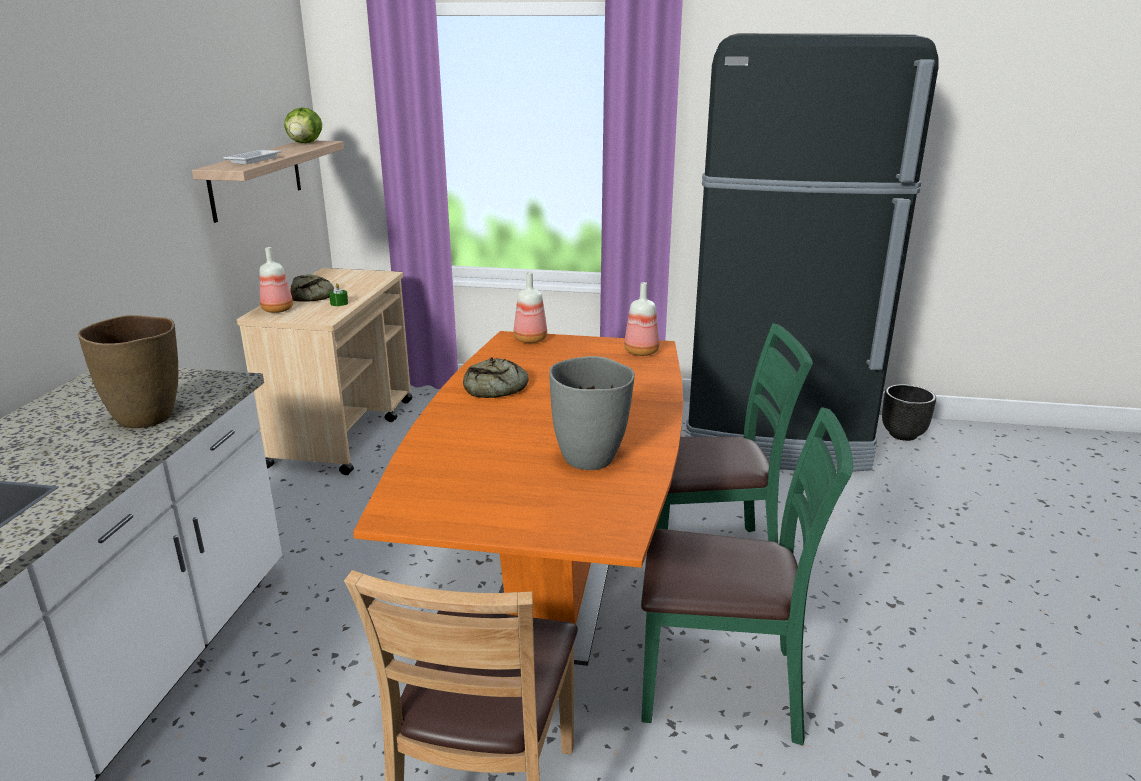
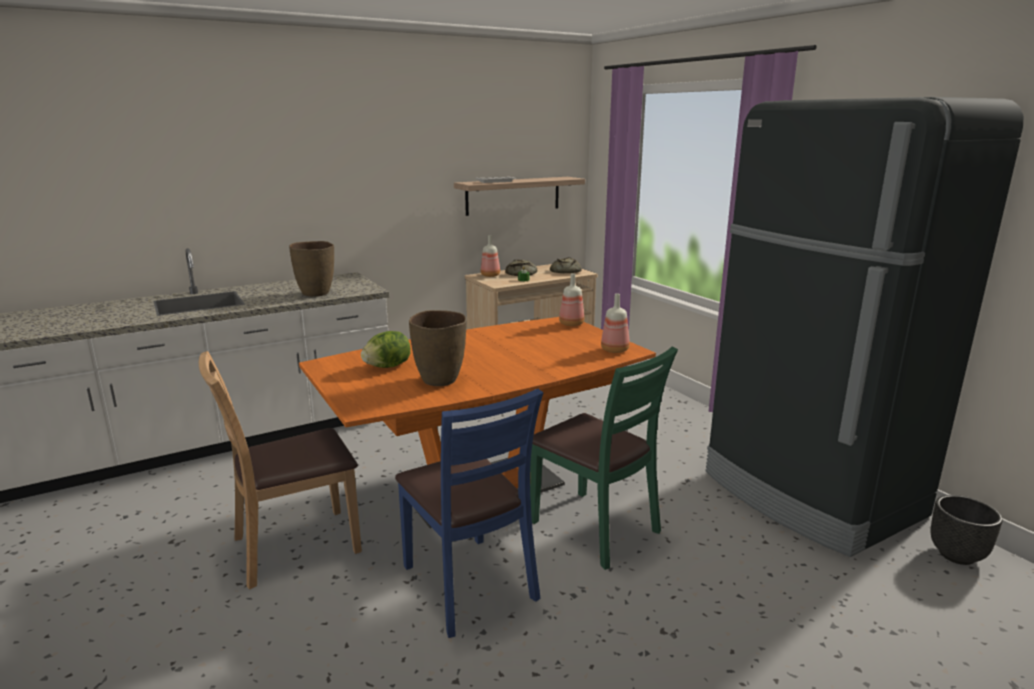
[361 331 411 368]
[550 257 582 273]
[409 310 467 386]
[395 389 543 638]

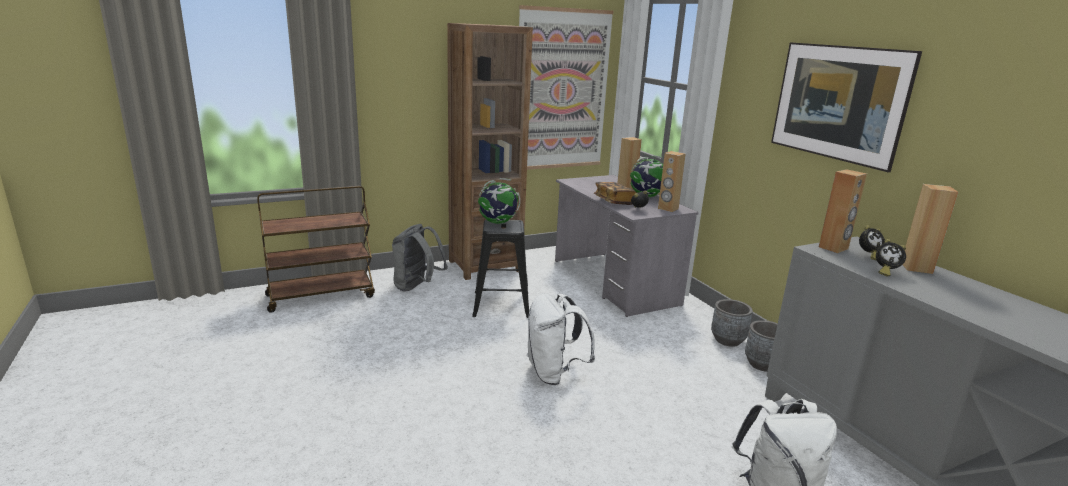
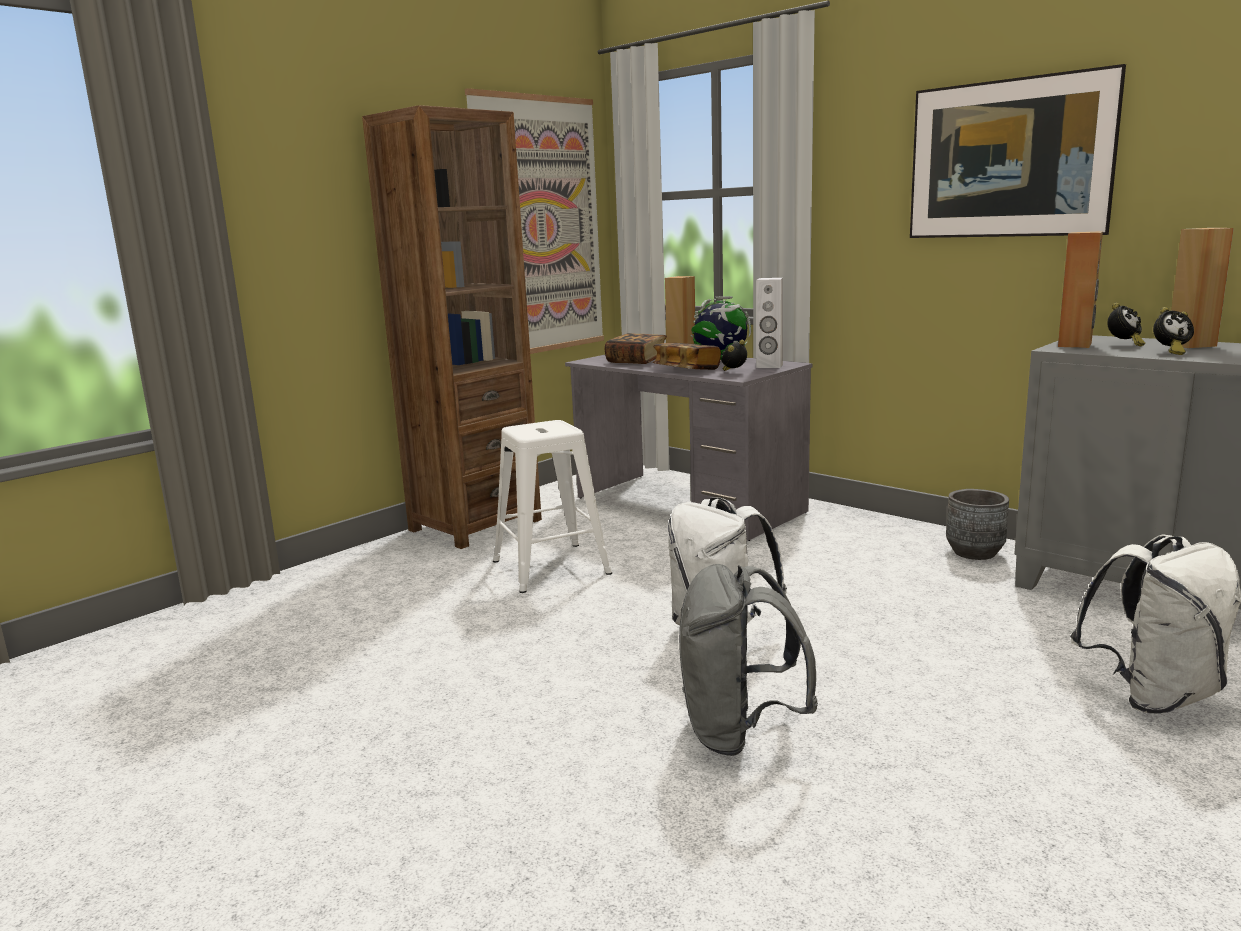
[257 186 375 313] (first image)
[478 178 520 224] (first image)
[711 299 753 347] (first image)
[604 333 667 364]
[679 564 818 756]
[493 420 612 593]
[756 278 783 368]

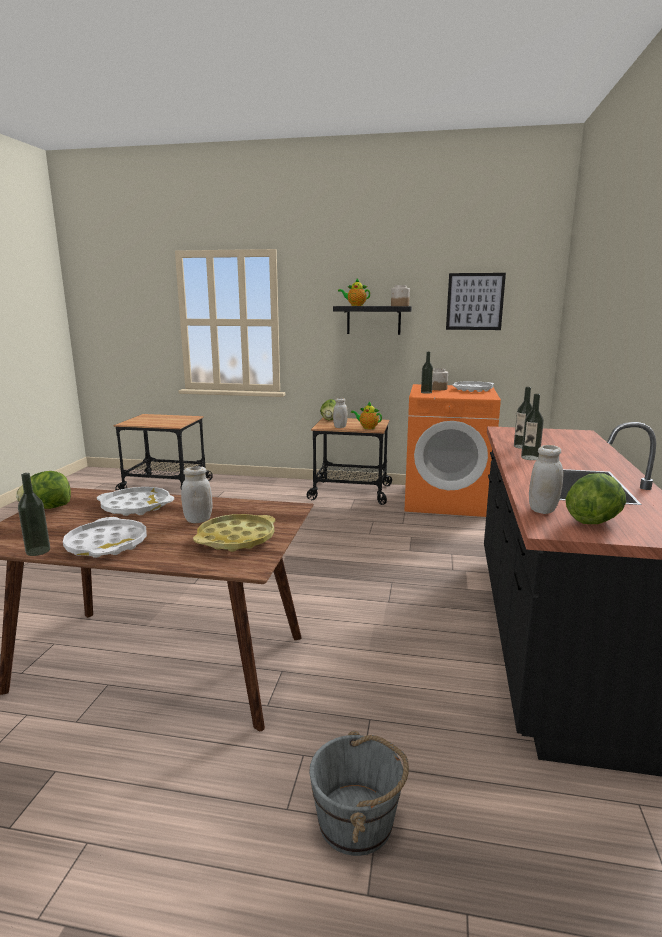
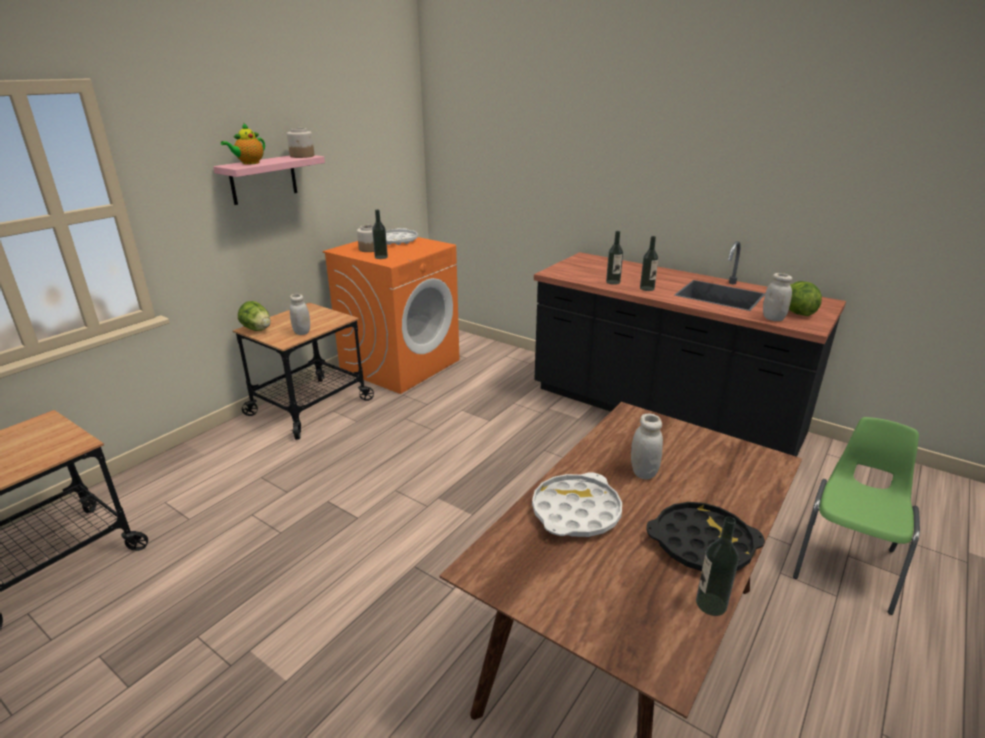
[16 471 71 509] (first image)
[193 514 275 552] (first image)
[351 402 382 429] (first image)
[446 273 506 330] (first image)
[793 417 920 615]
[647 502 765 571]
[213 155 325 205]

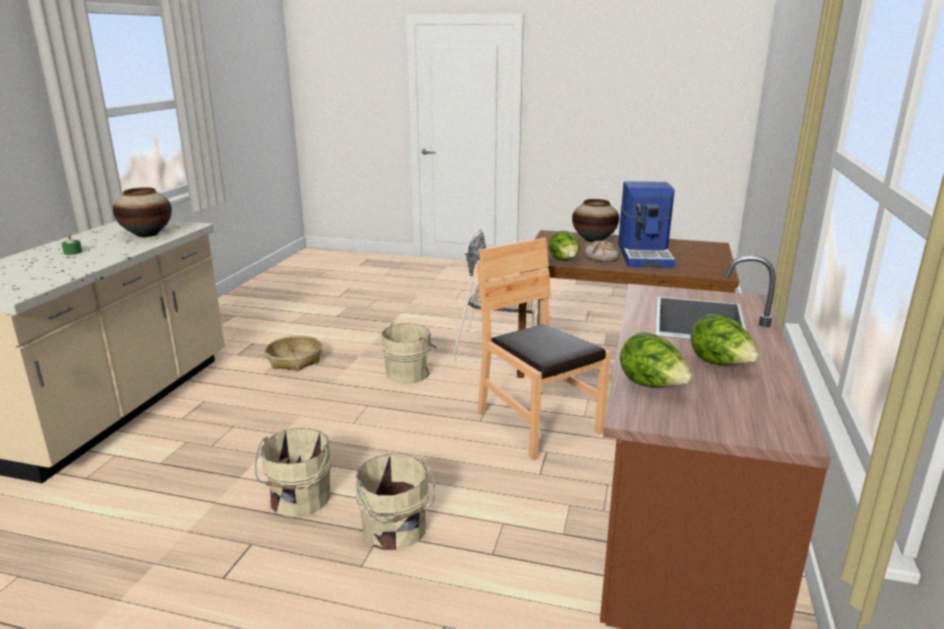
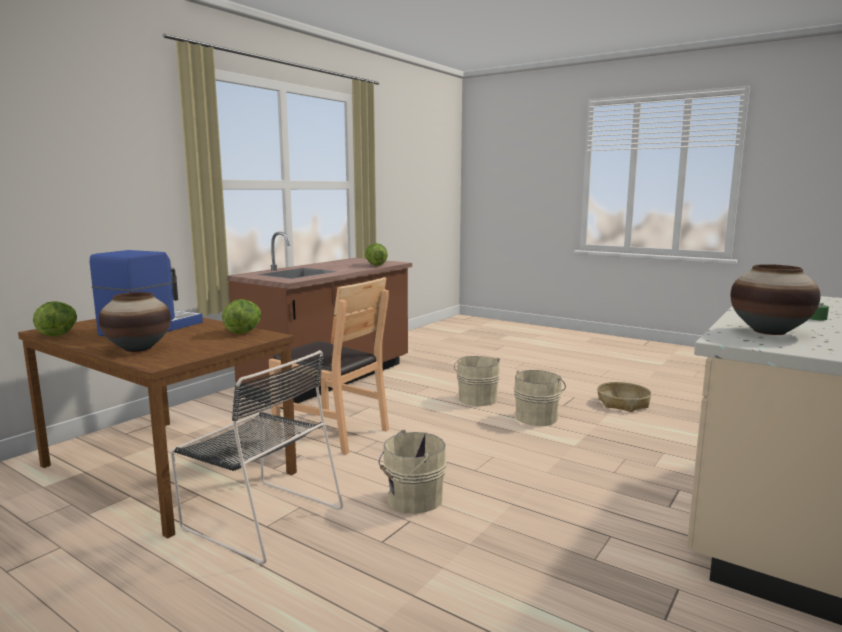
[584 240 620 262] (first image)
[597 382 652 412]
[33 301 77 337]
[269 277 389 455]

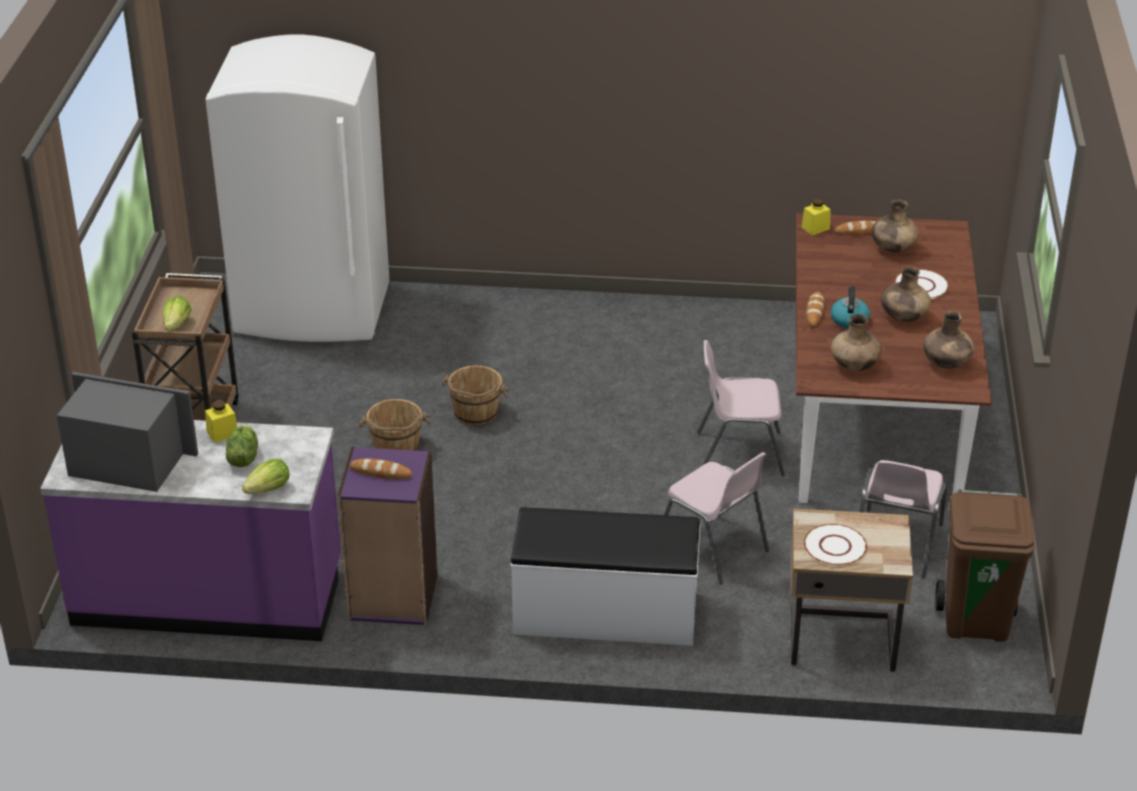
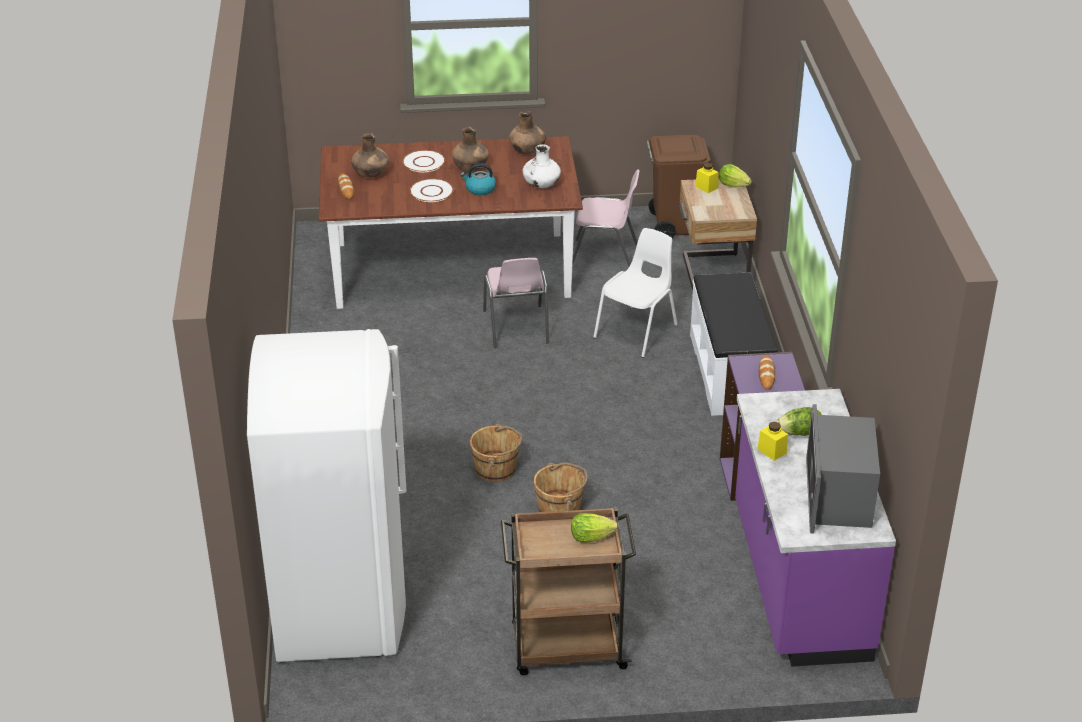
[806 292 825 327] (first image)
[719 164 752 187]
[695 163 719 193]
[410 179 454 202]
[593 228 678 358]
[522 144 561 188]

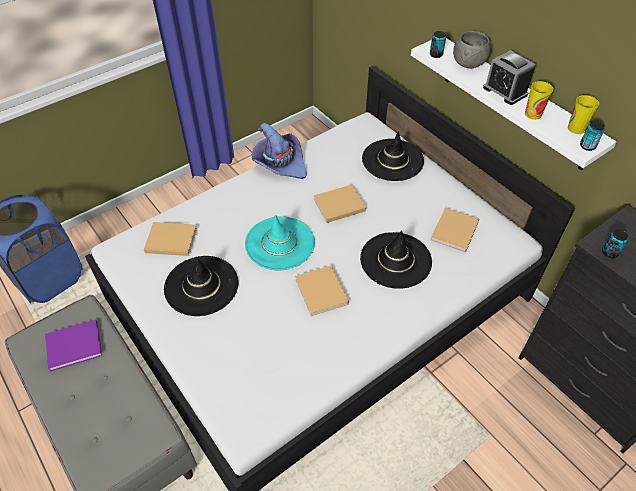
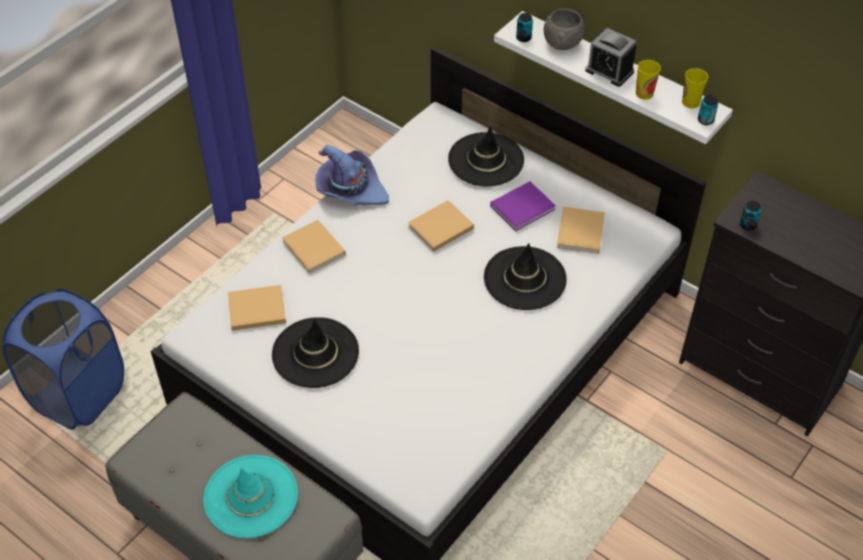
[490 181 556 231]
[203 455 298 538]
[282 220 346 274]

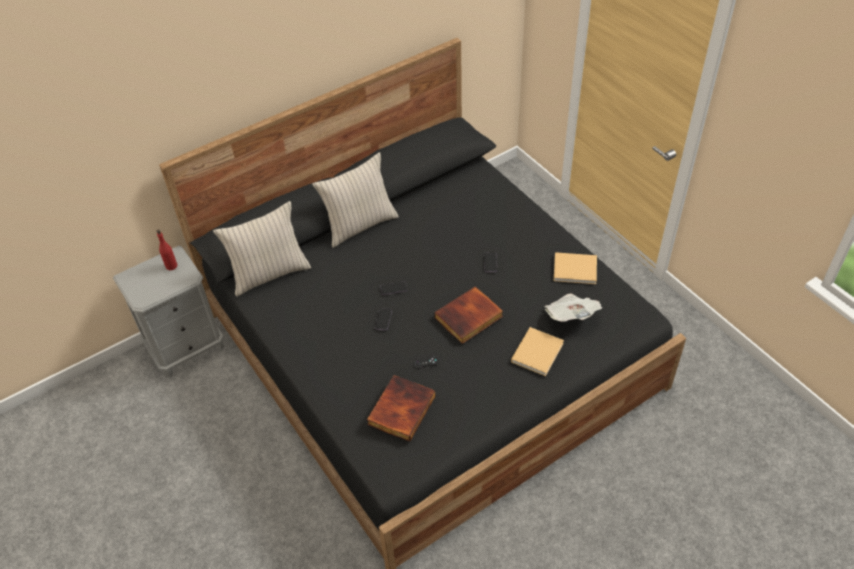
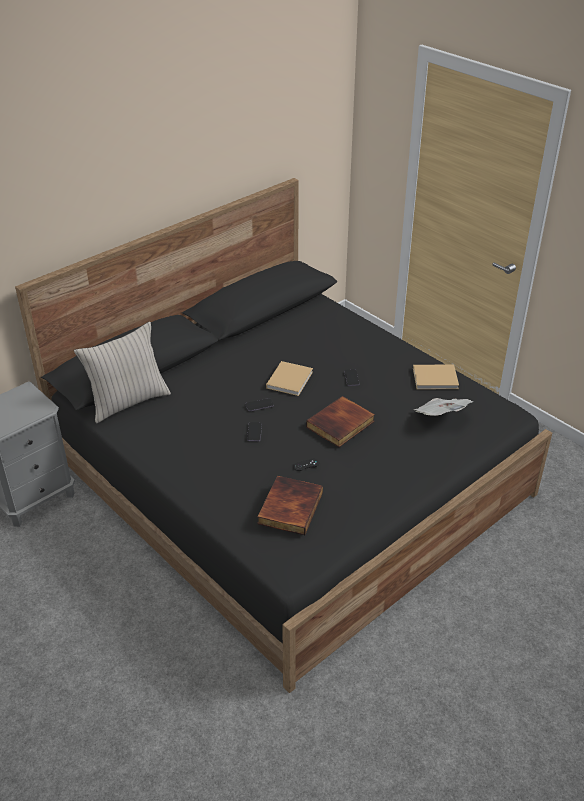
[157 229 178 270] (first image)
[312 152 399 248] (first image)
[266 361 313 396]

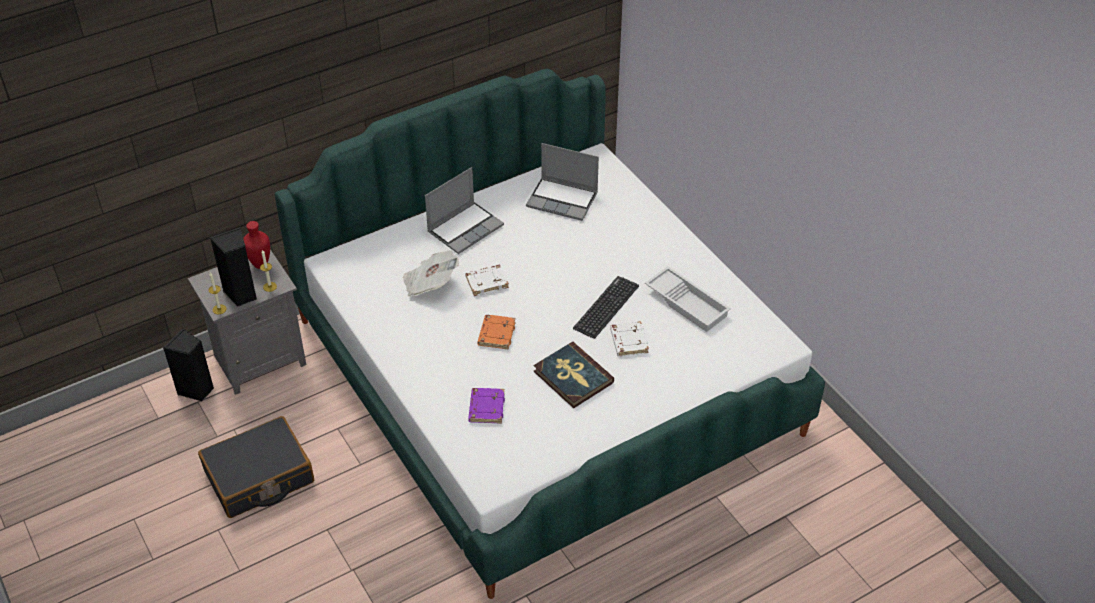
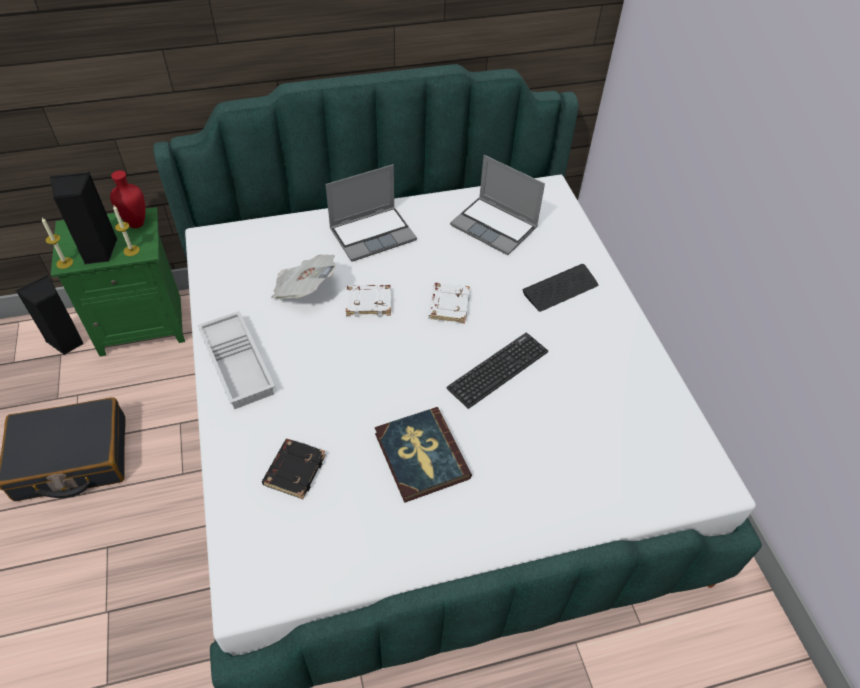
[478 315 516 350] (first image)
[522 264 598 312]
[428 283 470 324]
[197 311 275 409]
[51 207 185 357]
[262 439 326 499]

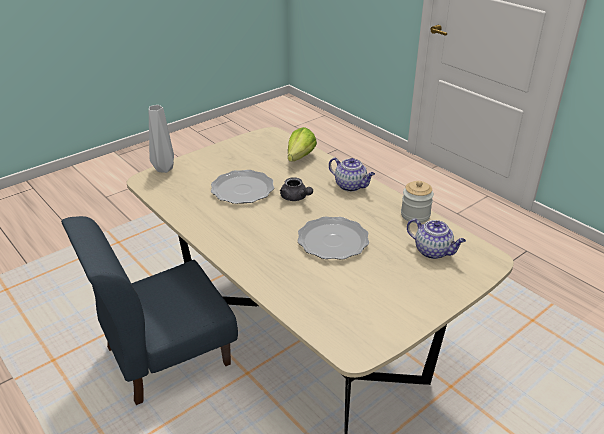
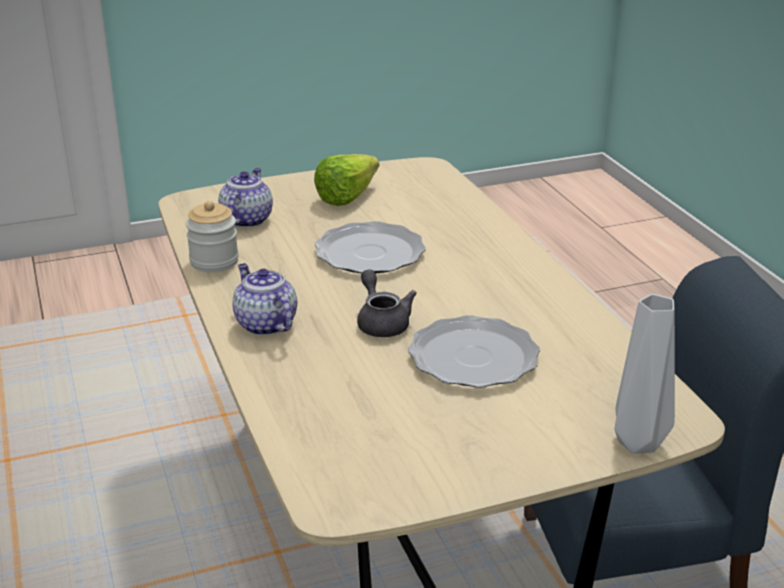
[314 154 379 206]
[218 168 273 228]

